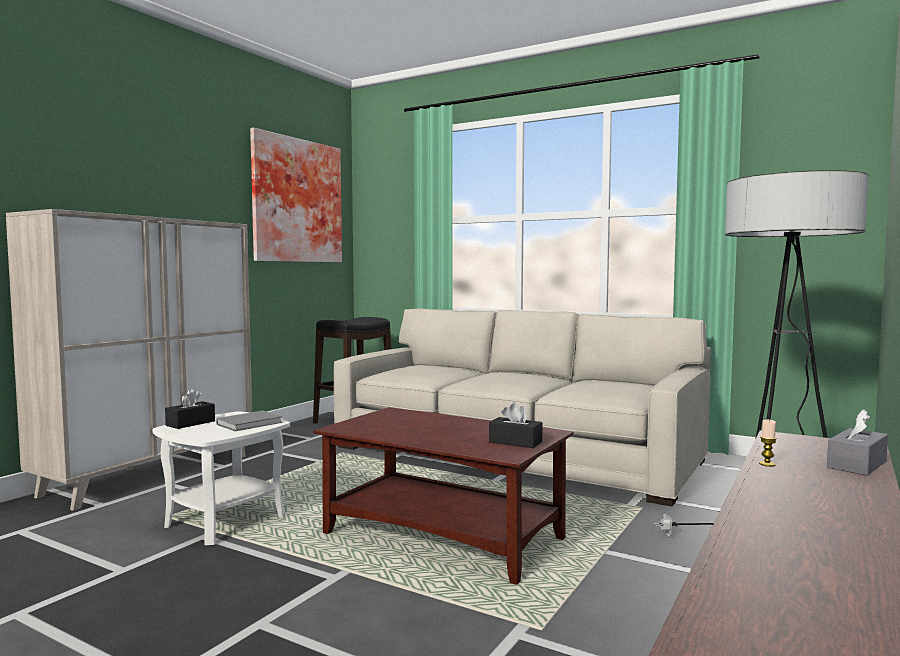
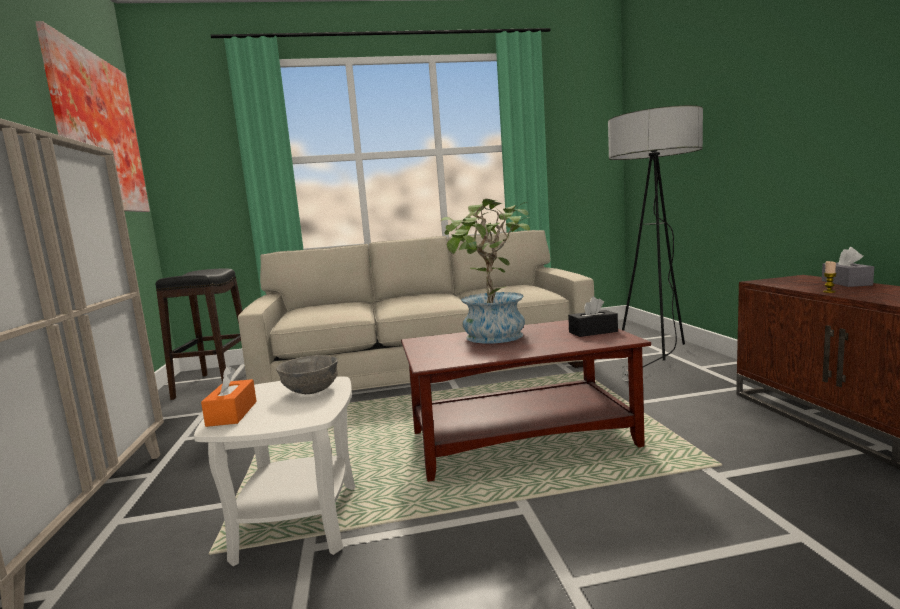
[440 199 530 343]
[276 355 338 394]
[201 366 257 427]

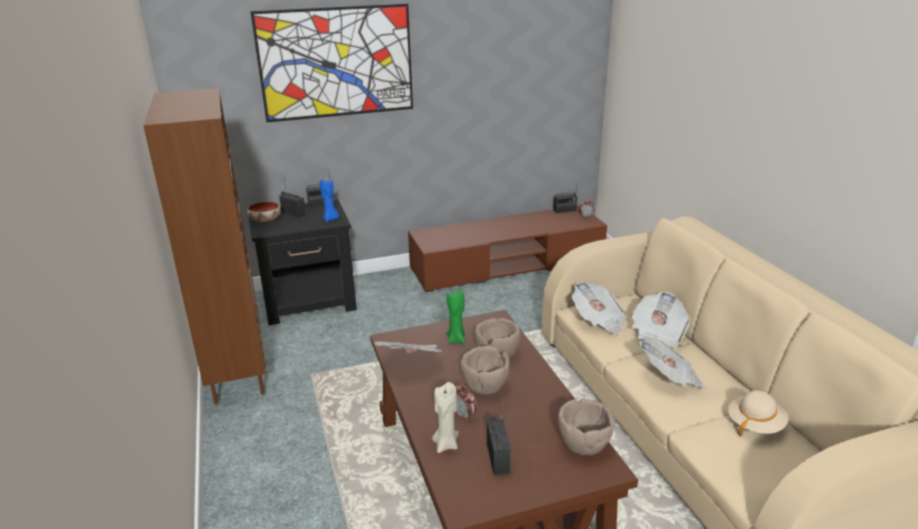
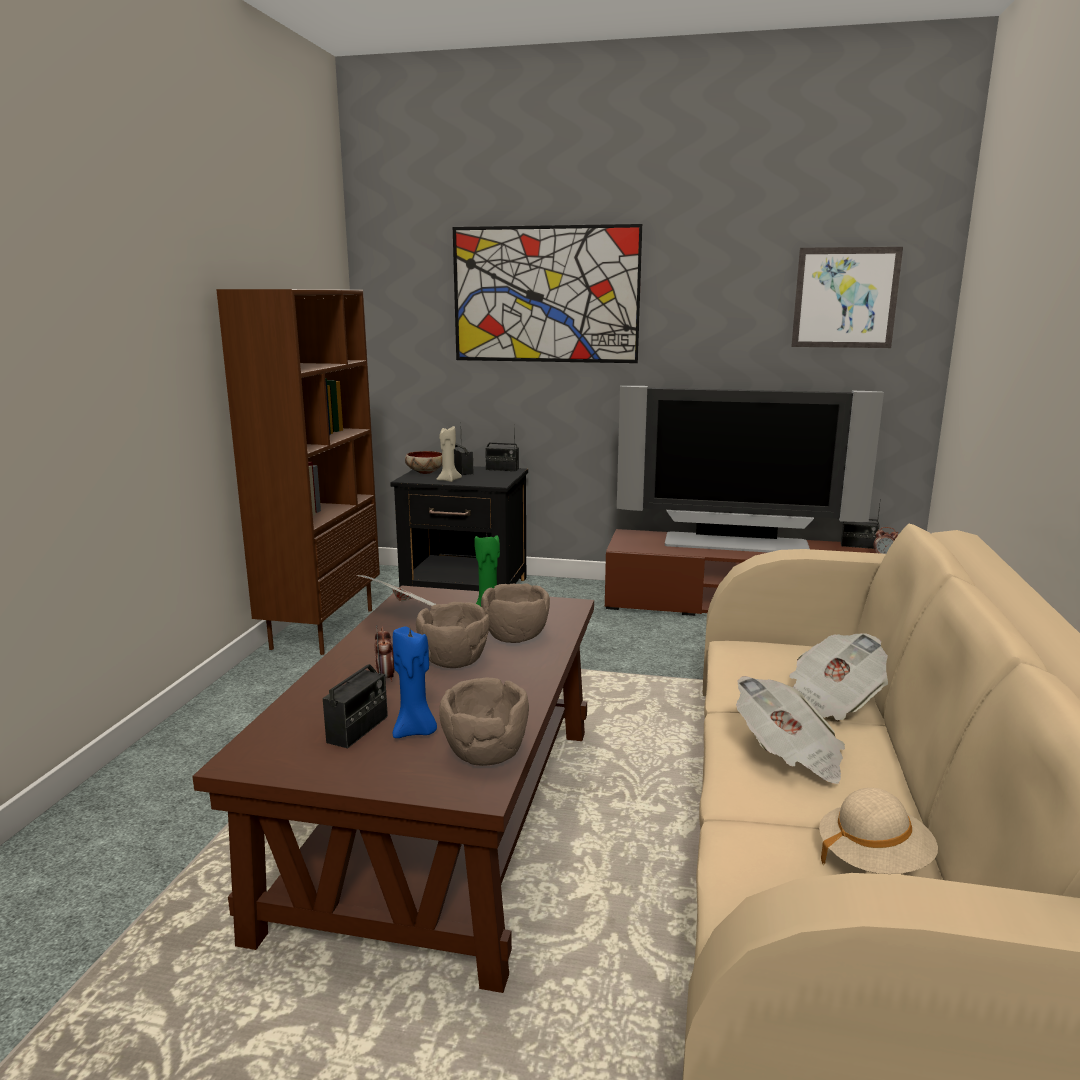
[572 281 627 335] (first image)
[617 386 884 553]
[791 247 903 348]
[393 626 437 738]
[437 426 462 482]

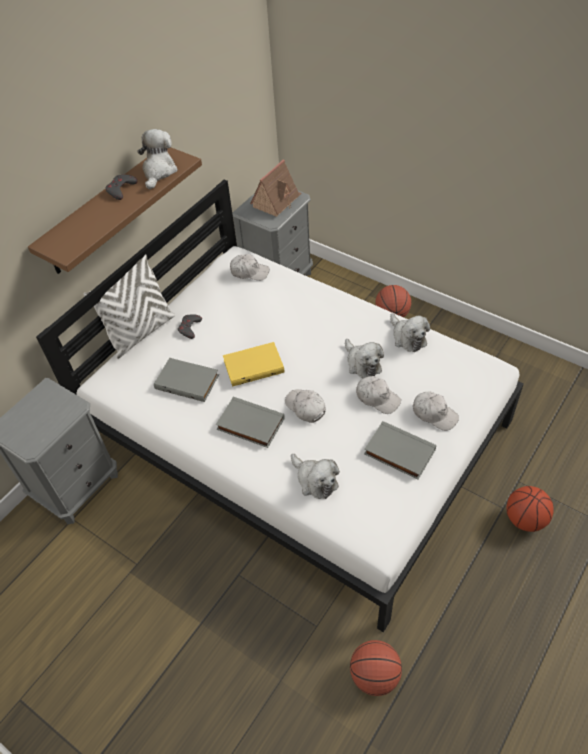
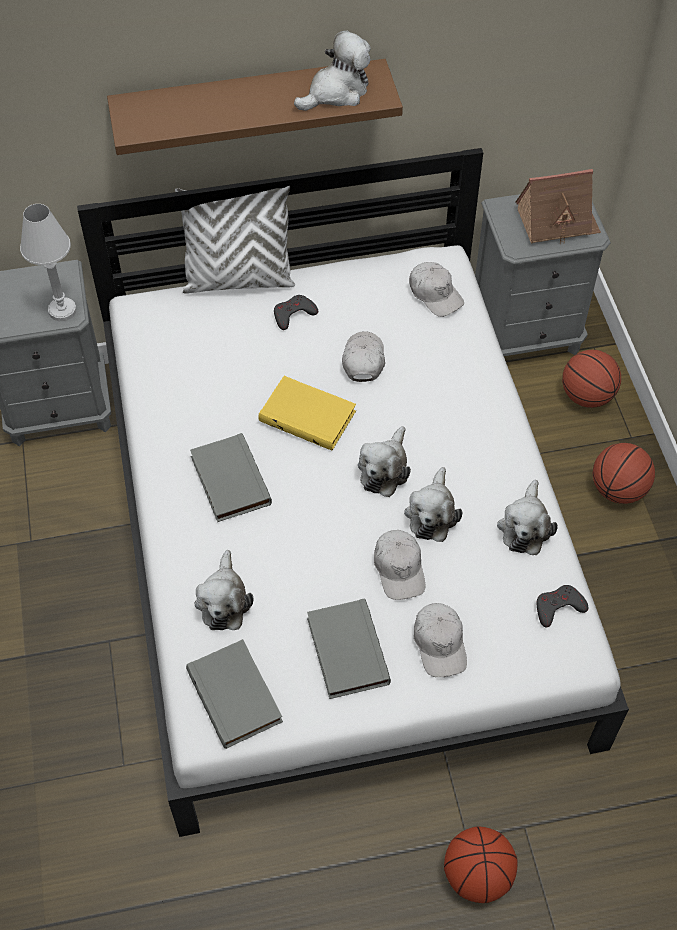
[20 204 76 321]
[358 426 411 497]
[537 585 588 628]
[186 639 283 749]
[342 331 385 382]
[562 350 621 408]

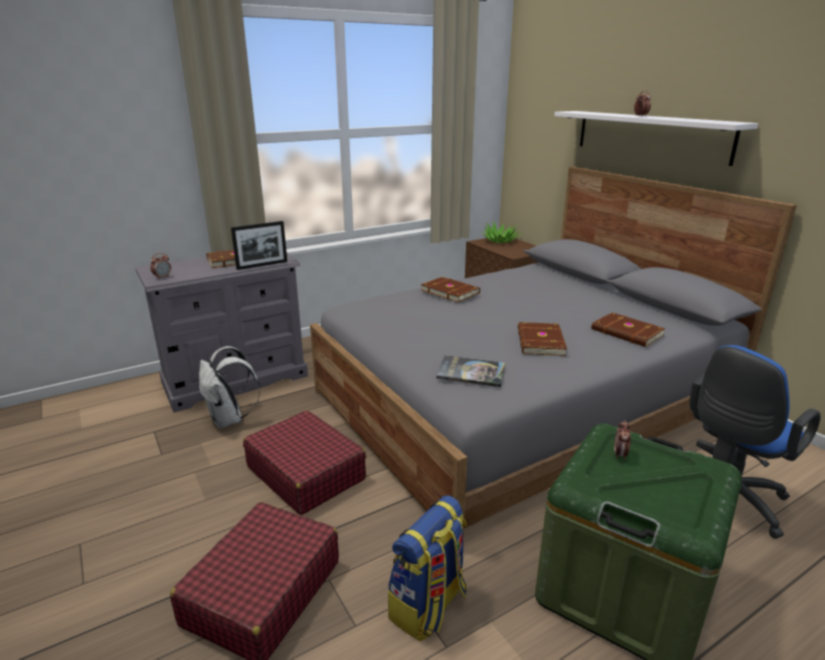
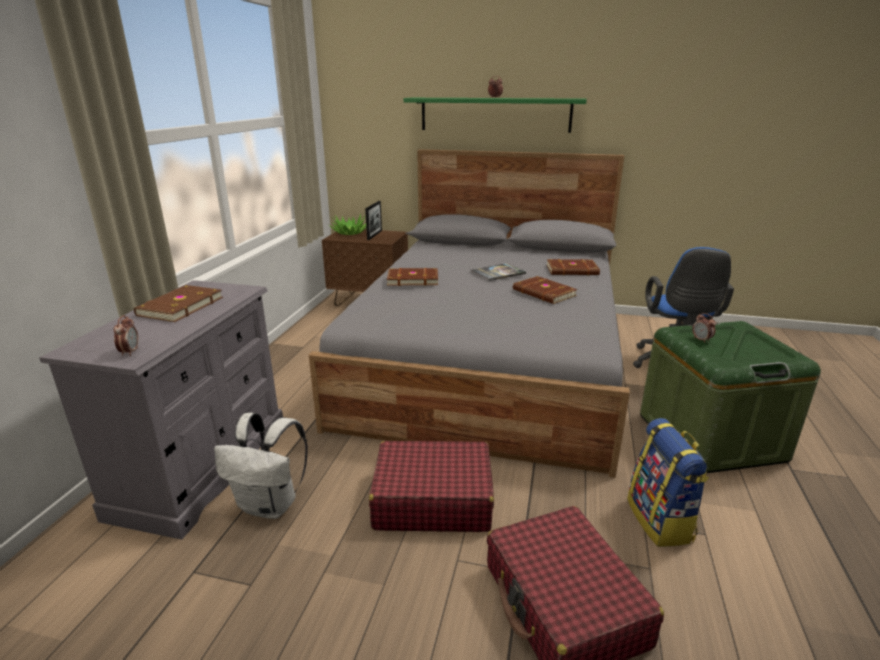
[365 201 382 240]
[471 263 526 281]
[404 98 587 133]

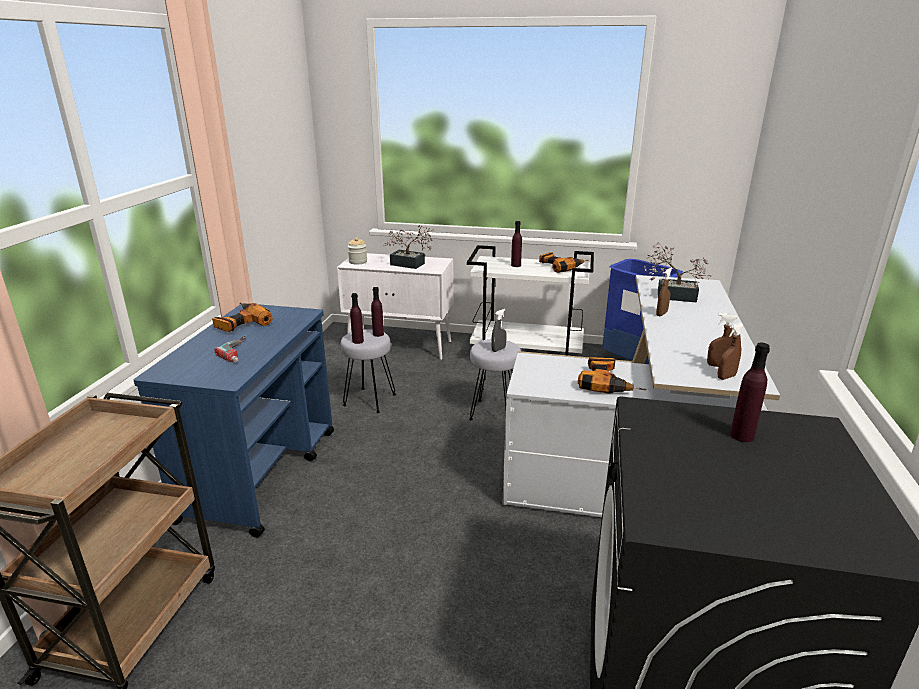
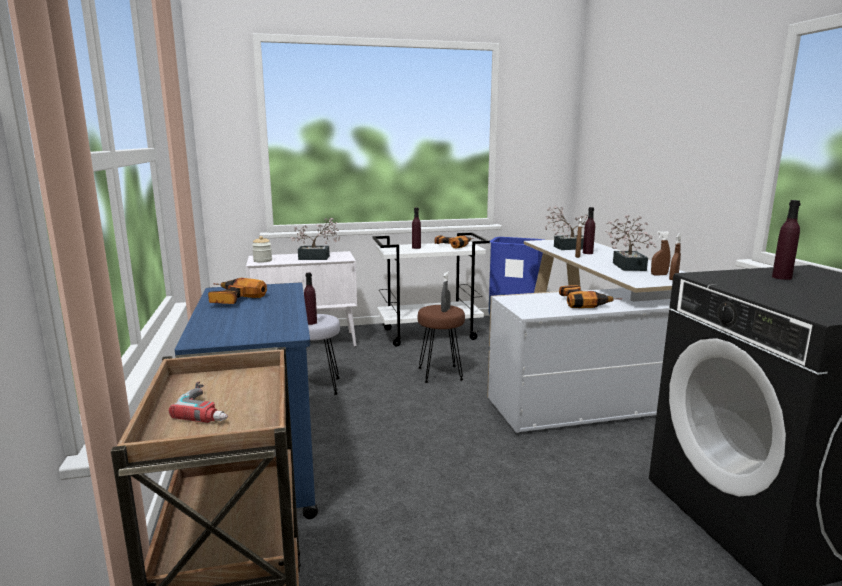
[605 214 656 271]
[169 381 228 423]
[583 207 595 254]
[418 305 465 383]

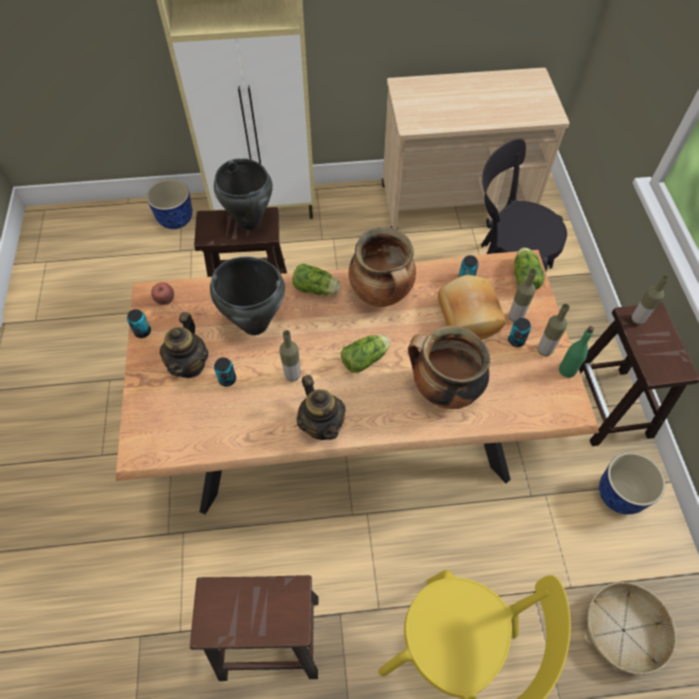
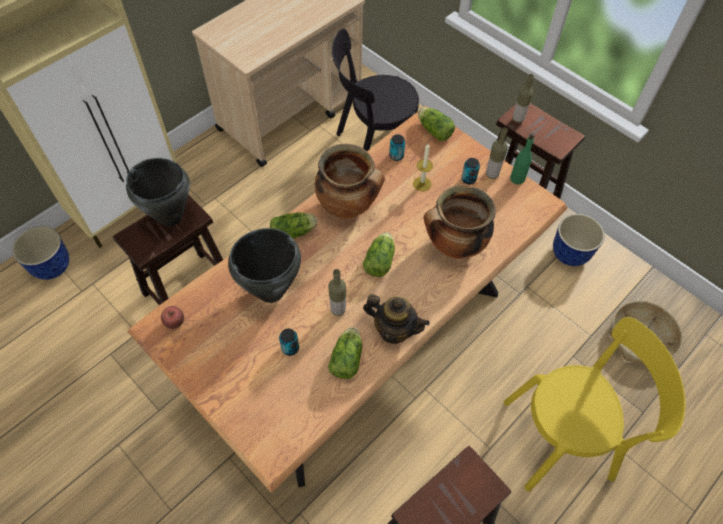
[127 309 151 338] (first image)
[160 312 208 378] (first image)
[509 269 537 322] (first image)
[328 327 362 379]
[413 144 433 191]

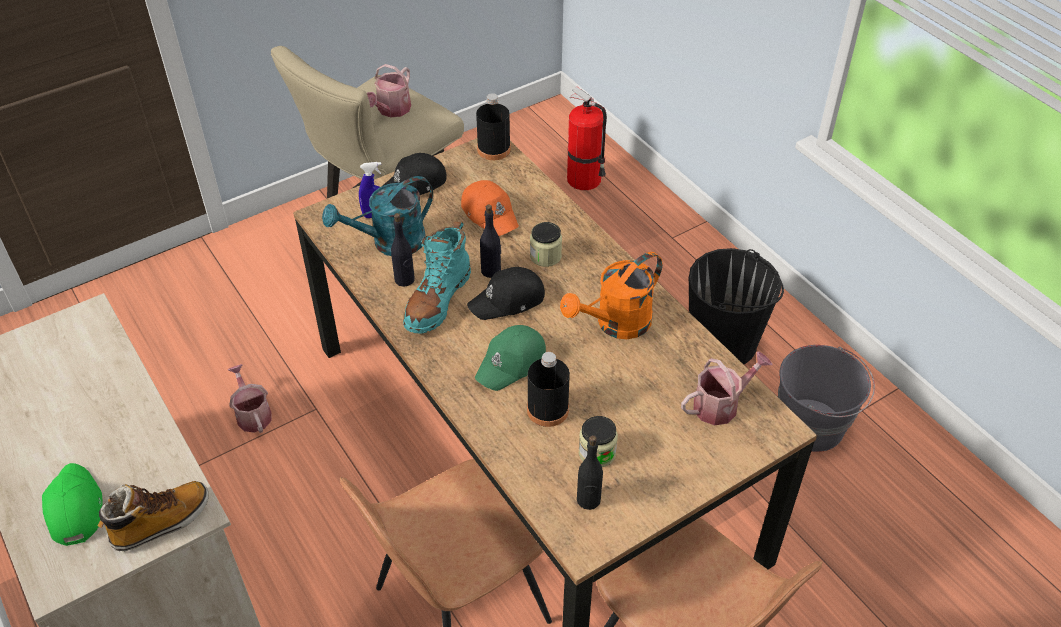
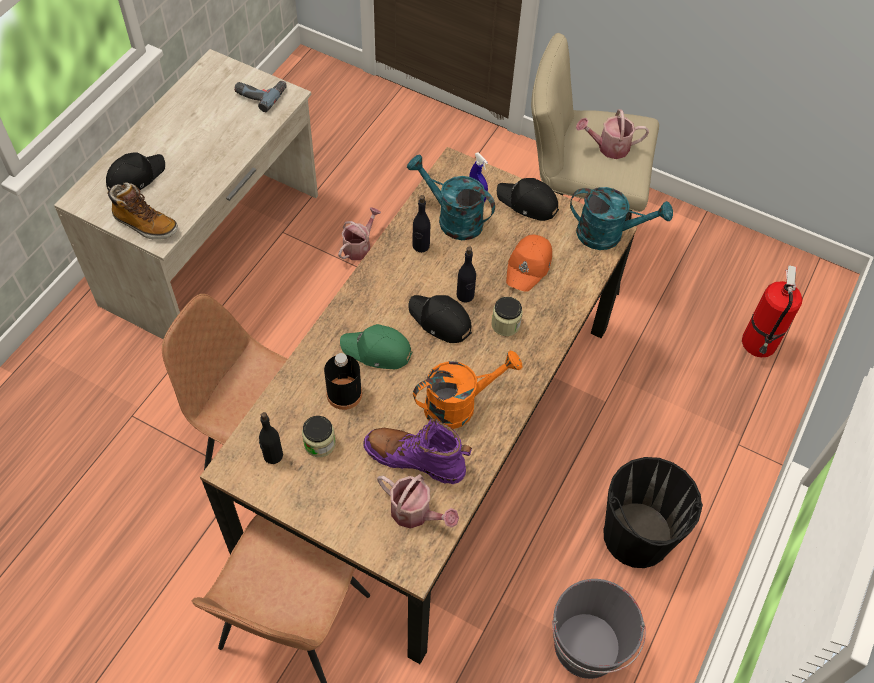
[403 222 471 334] (first image)
[234 81 287 112]
[363 419 472 485]
[570 187 673 250]
[106 152 165 190]
[413 350 522 429]

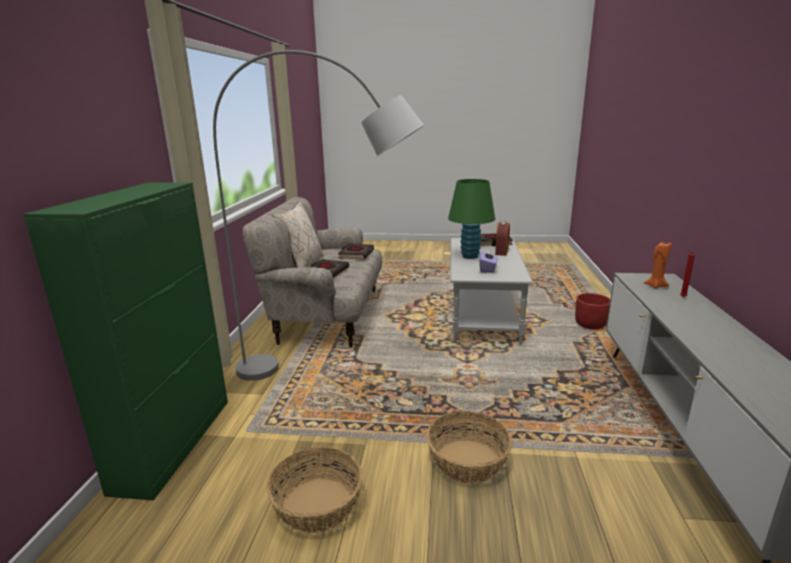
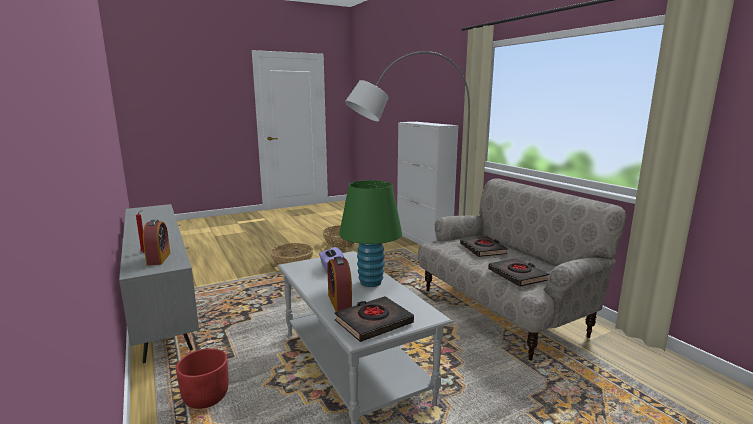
[273 201 324 268] (first image)
[143 220 170 265]
[397 122 459 245]

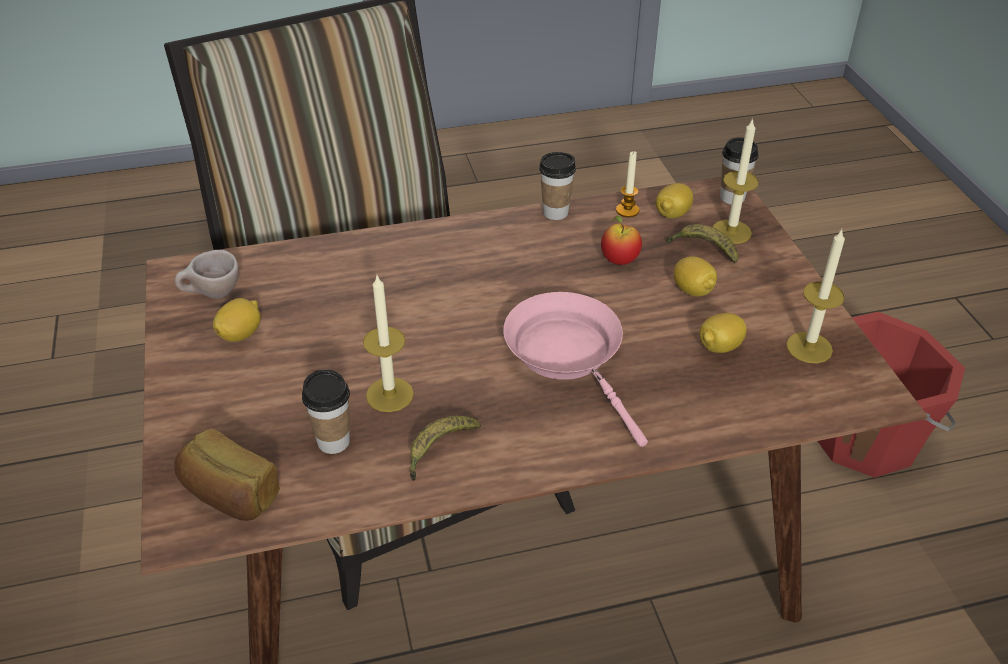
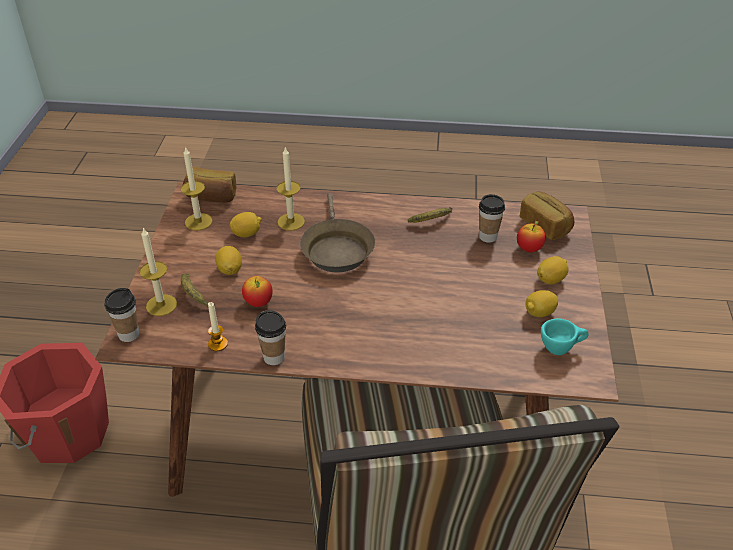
[183 167 237 203]
[517 220 546 252]
[276 148 305 231]
[537 256 568 284]
[541 318 589 355]
[300 193 375 272]

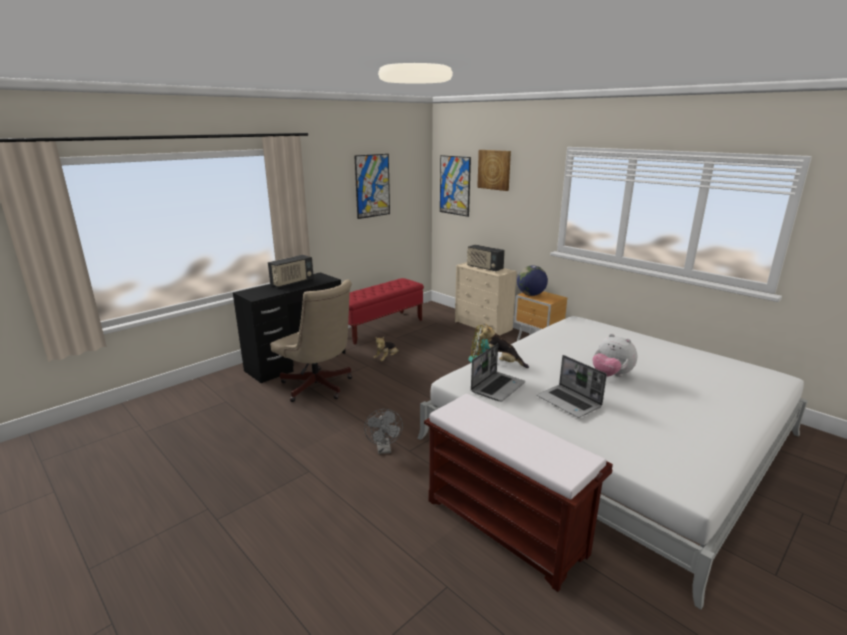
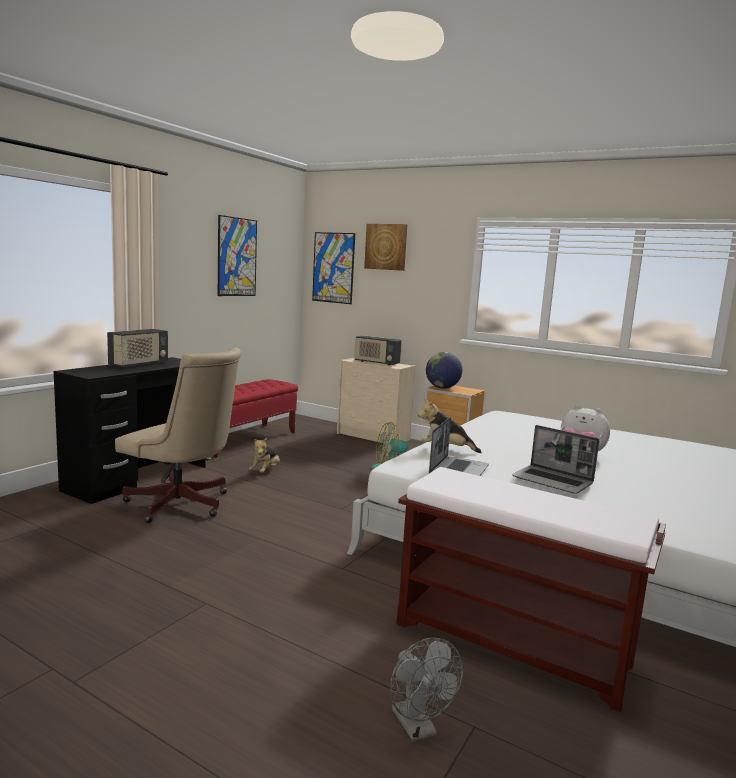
[390 638 463 742]

